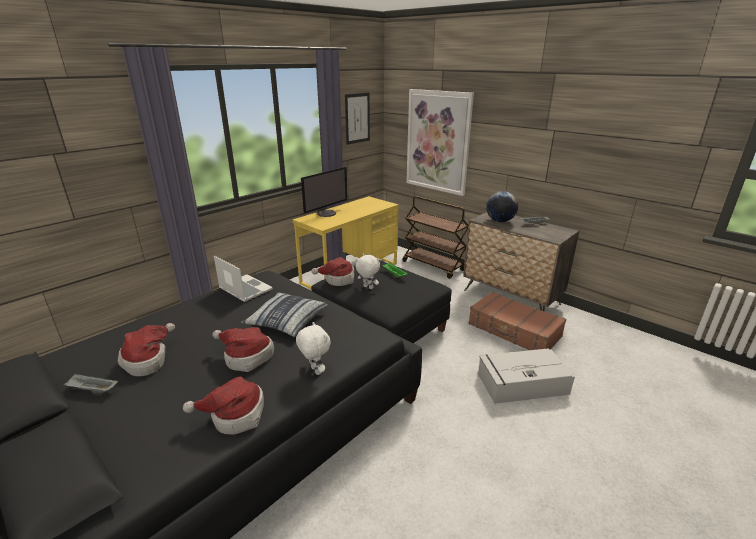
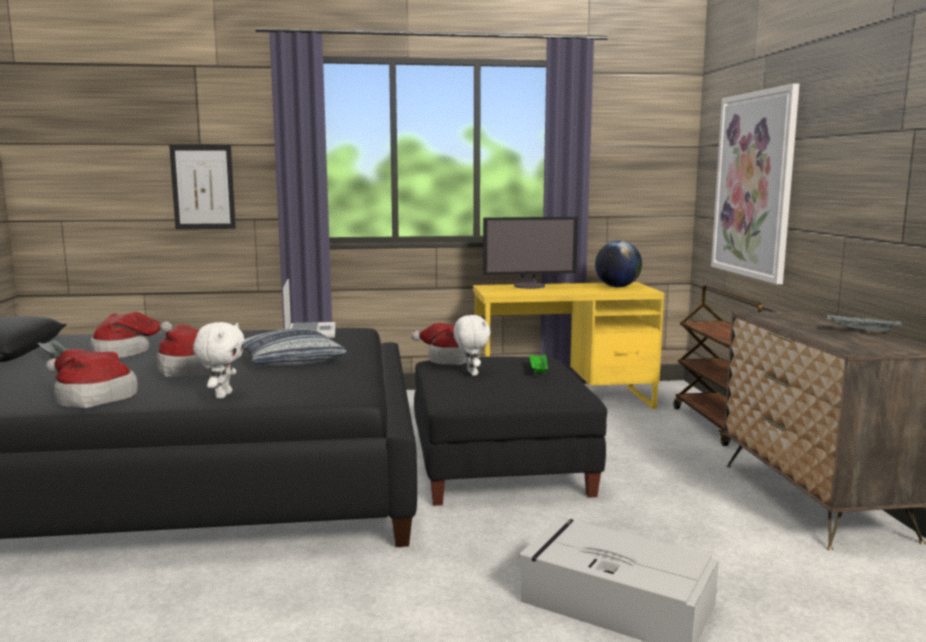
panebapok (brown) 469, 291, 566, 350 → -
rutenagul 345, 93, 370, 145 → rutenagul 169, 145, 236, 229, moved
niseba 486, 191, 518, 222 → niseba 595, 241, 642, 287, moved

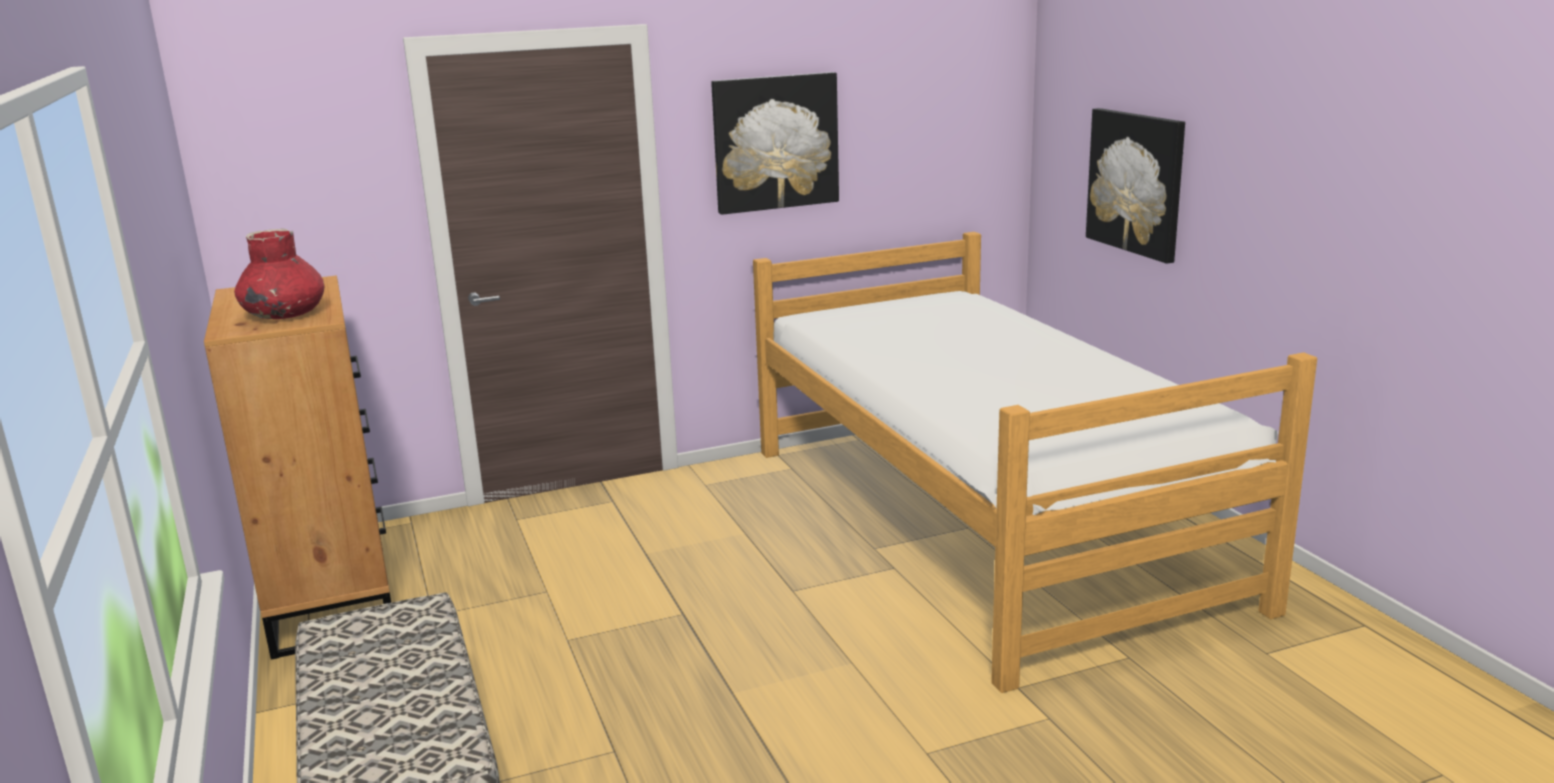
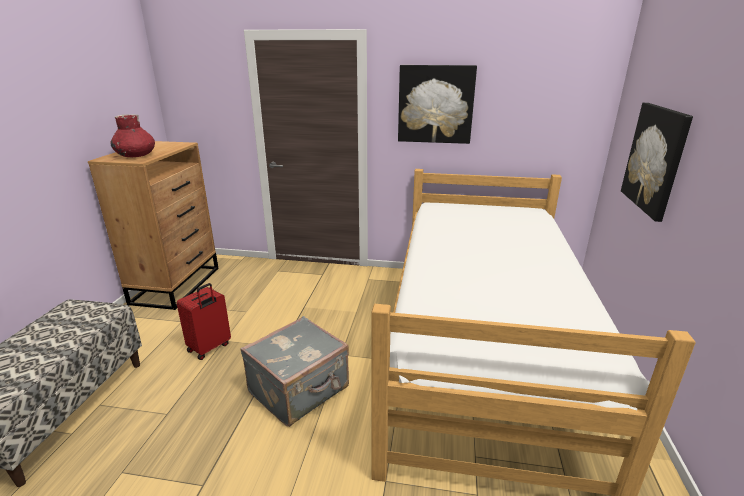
- → panebapok (red) 176, 283, 231, 360
- → panebapok (grey) 240, 316, 349, 427

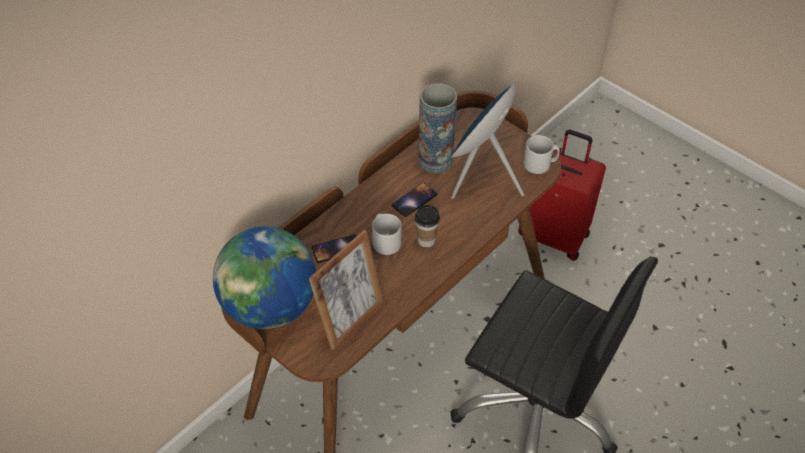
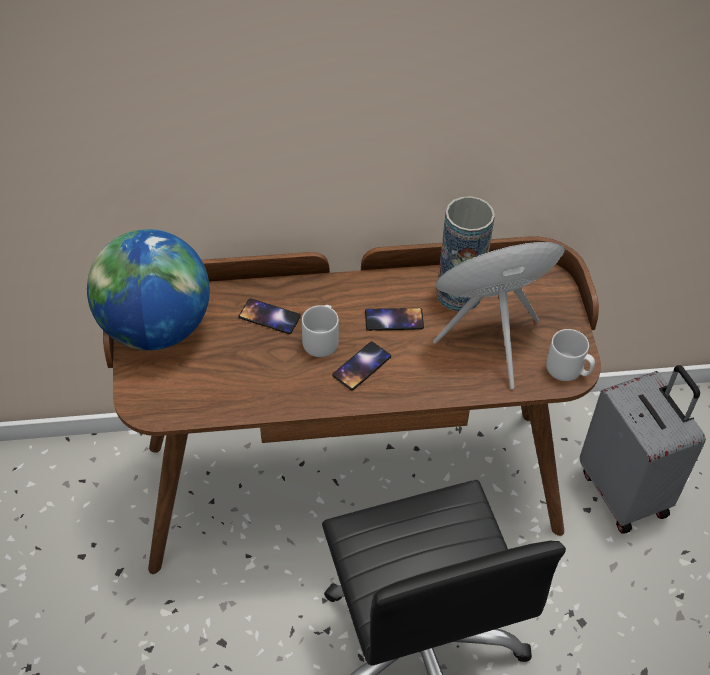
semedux 309, 230, 384, 350 → -
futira 415, 205, 440, 247 → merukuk 332, 342, 391, 390
panebapok (red) 518, 130, 606, 261 → panebapok (grey) 580, 365, 706, 534

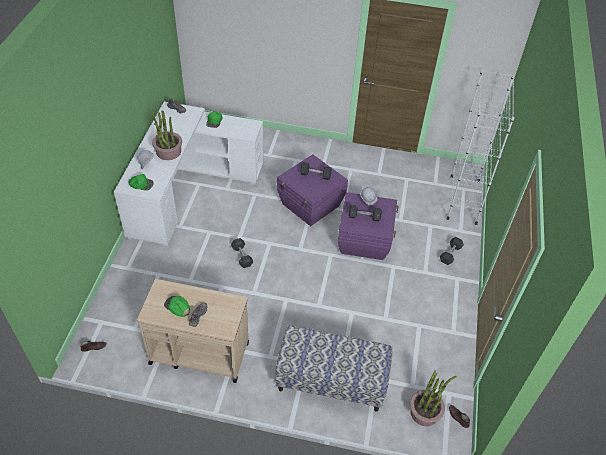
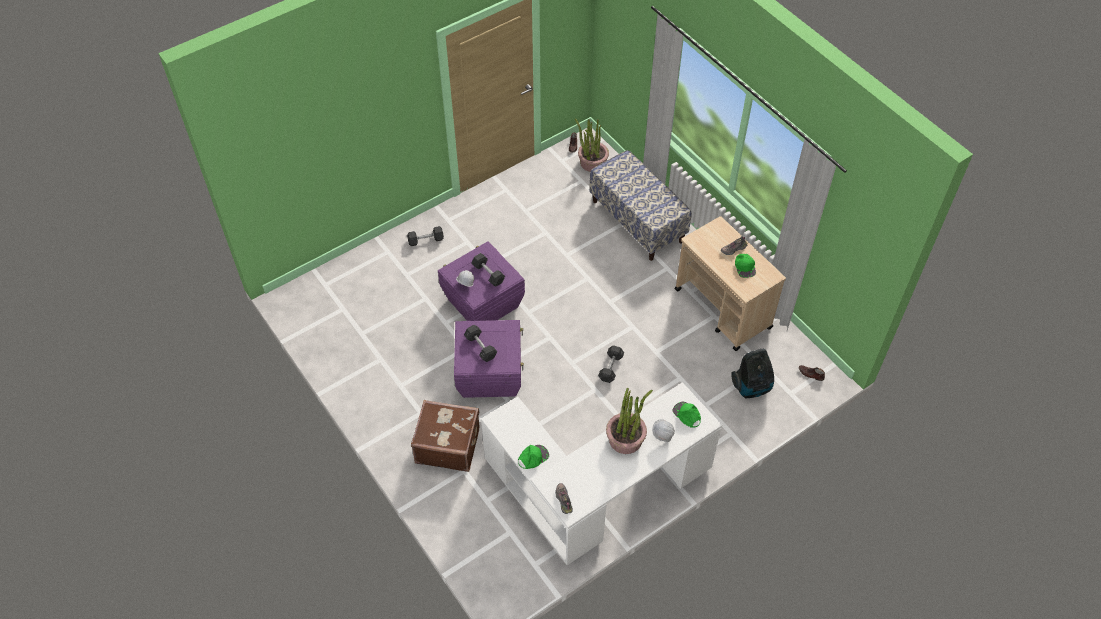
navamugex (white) 447, 70, 515, 225 → -
- → panebapok (brown) 411, 400, 480, 472
- → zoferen 731, 349, 774, 398

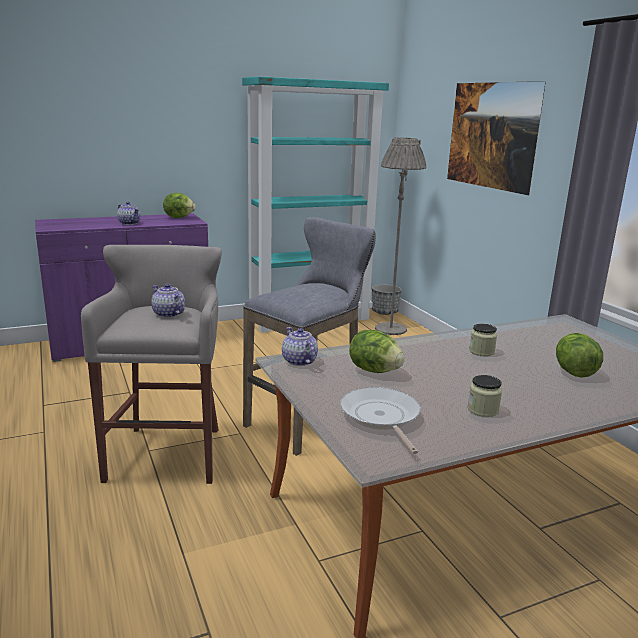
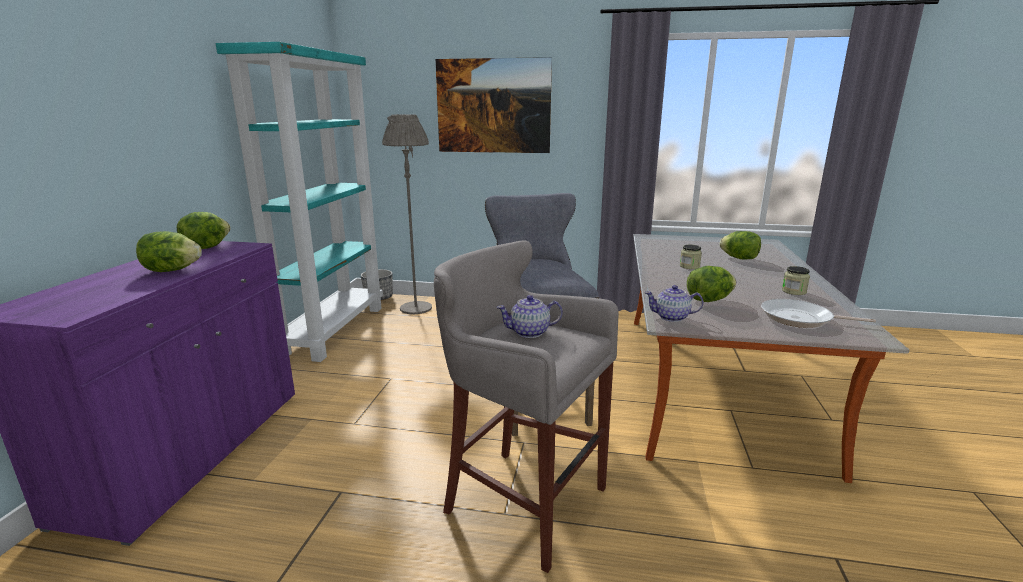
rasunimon 117, 202, 141, 225 → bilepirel 136, 231, 202, 272

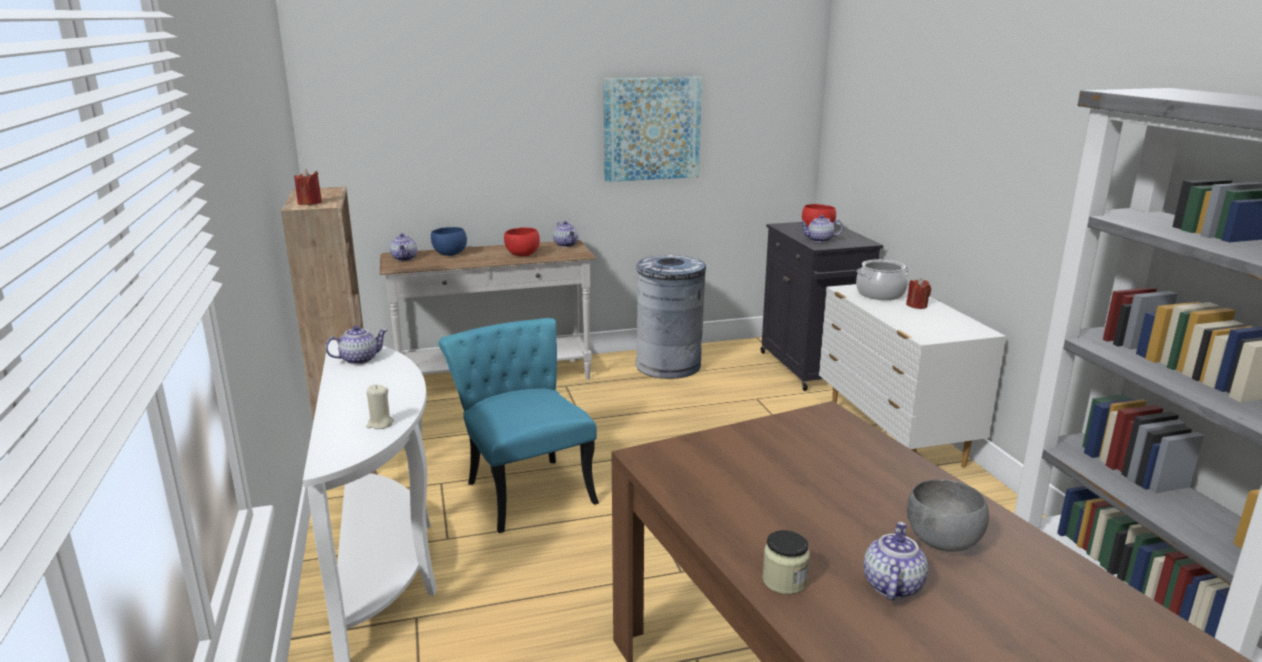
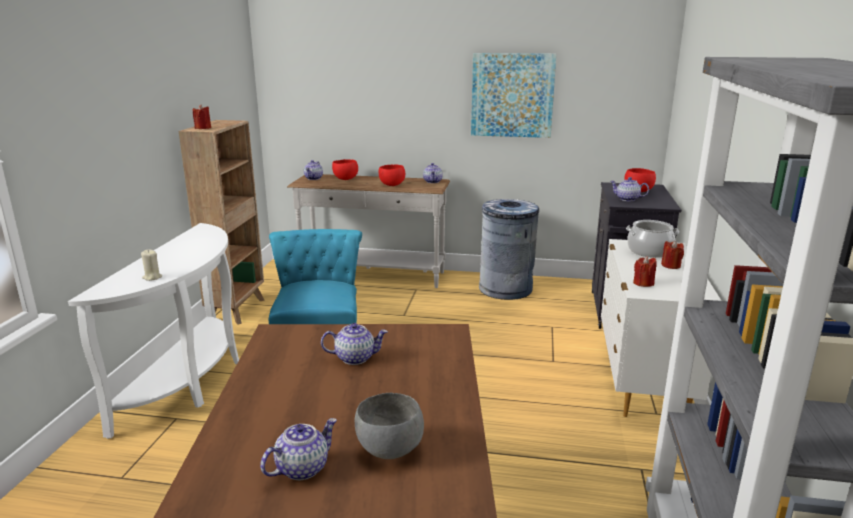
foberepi 762, 530, 810, 594 → -
- → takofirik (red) 633, 256, 656, 287
rasunimon 325, 326, 388, 365 → rasunimon 321, 323, 388, 365, moved
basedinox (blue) 431, 227, 467, 256 → basedinox (red) 332, 159, 358, 180

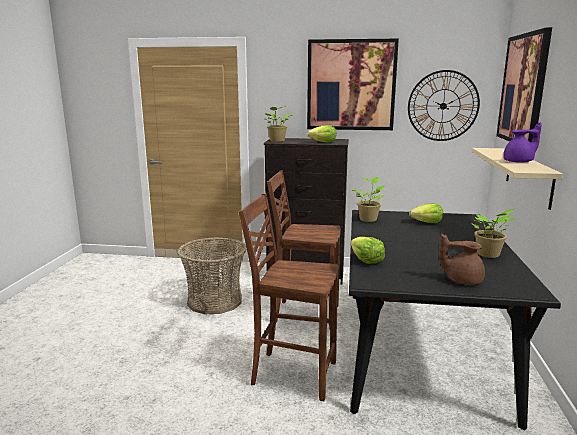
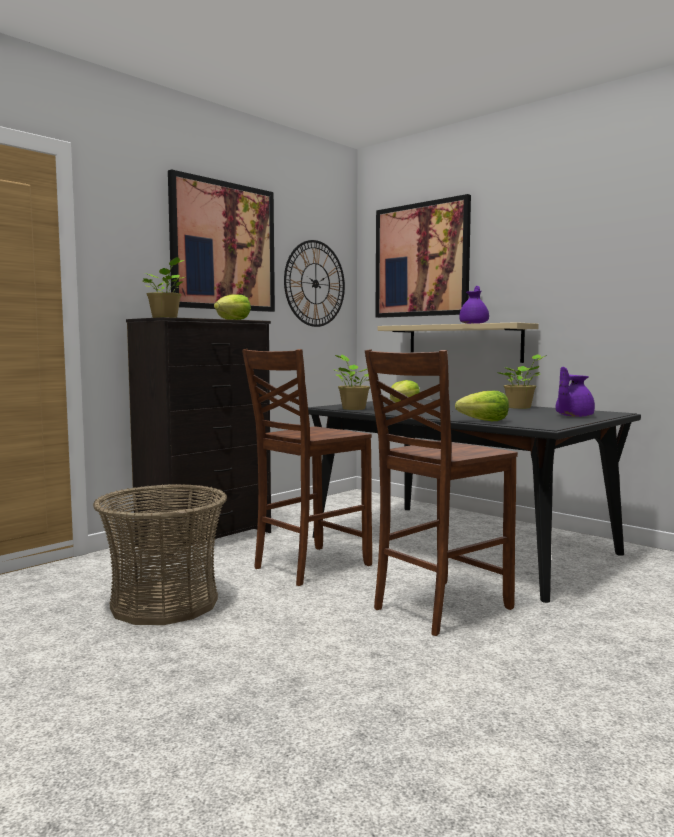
rasunimon (brown) 439, 233, 485, 285 → rasunimon (purple) 556, 367, 595, 417

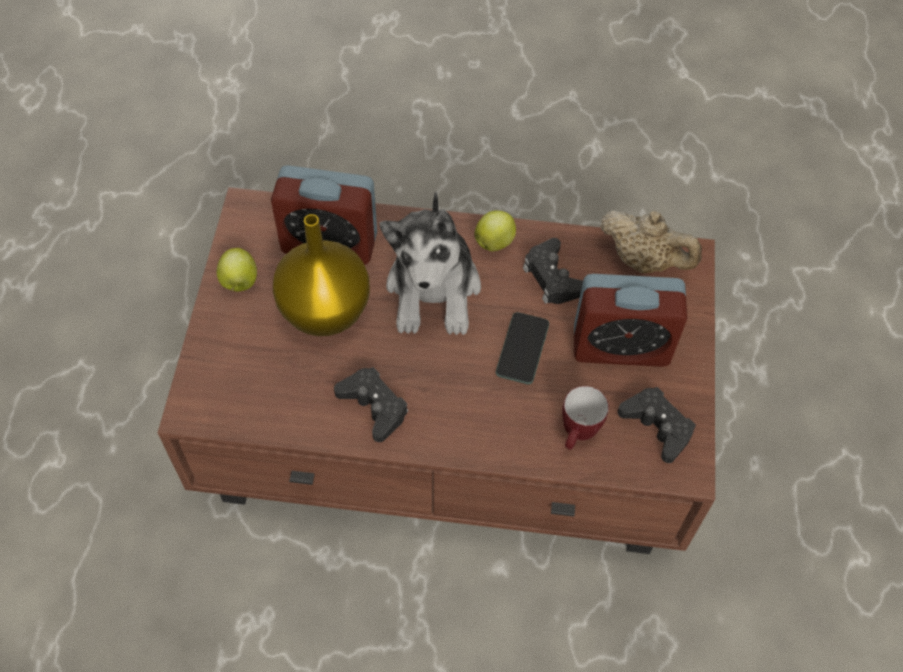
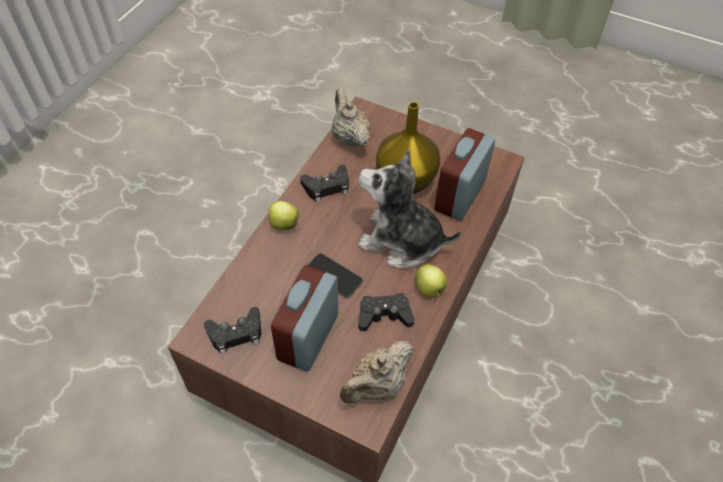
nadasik 562, 386, 609, 450 → -
- → rasunimon (beige) 332, 88, 370, 148
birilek 217, 248, 257, 291 → birilek 267, 201, 299, 230, moved

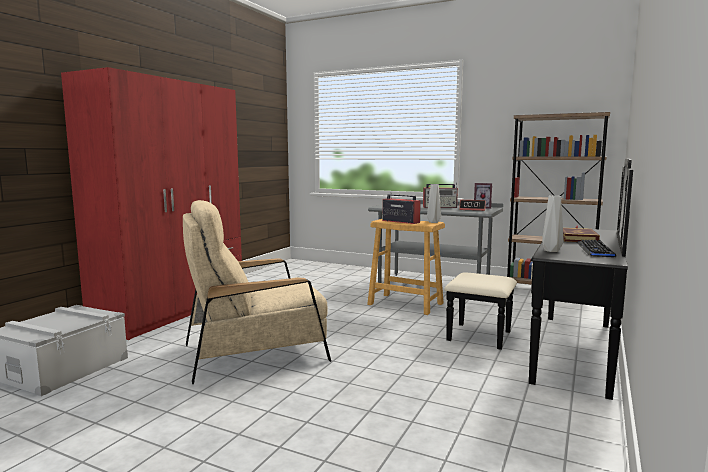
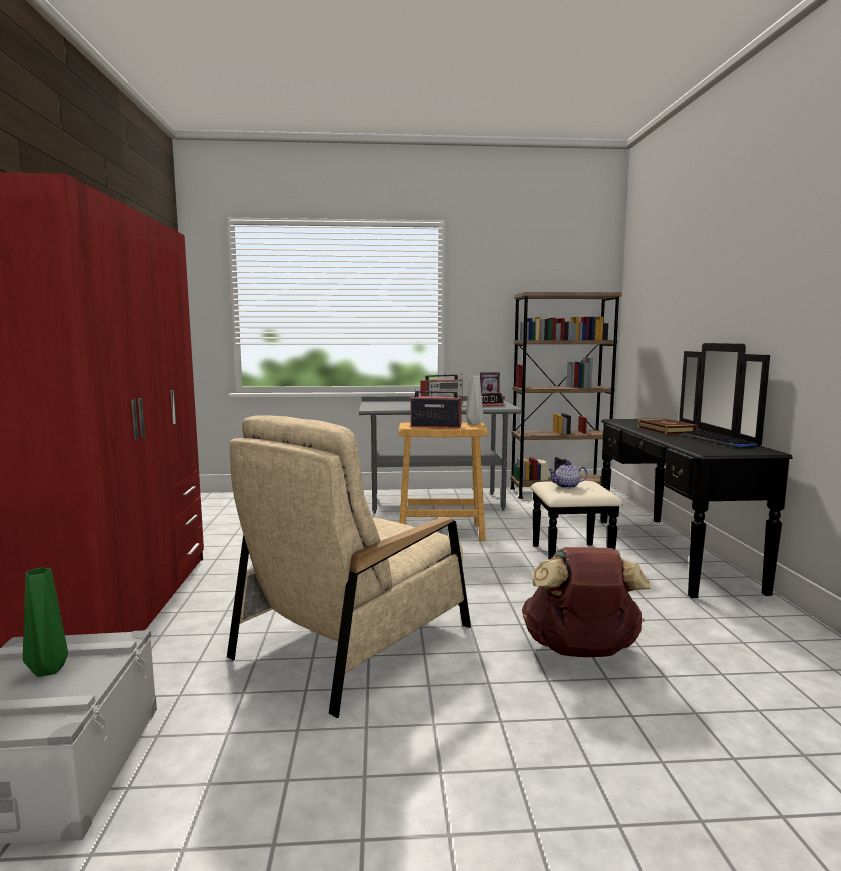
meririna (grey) 542, 196, 564, 252 → -
- → meririna (green) 23, 567, 68, 677
- → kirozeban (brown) 522, 547, 651, 657
- → rasunimon 548, 462, 587, 488

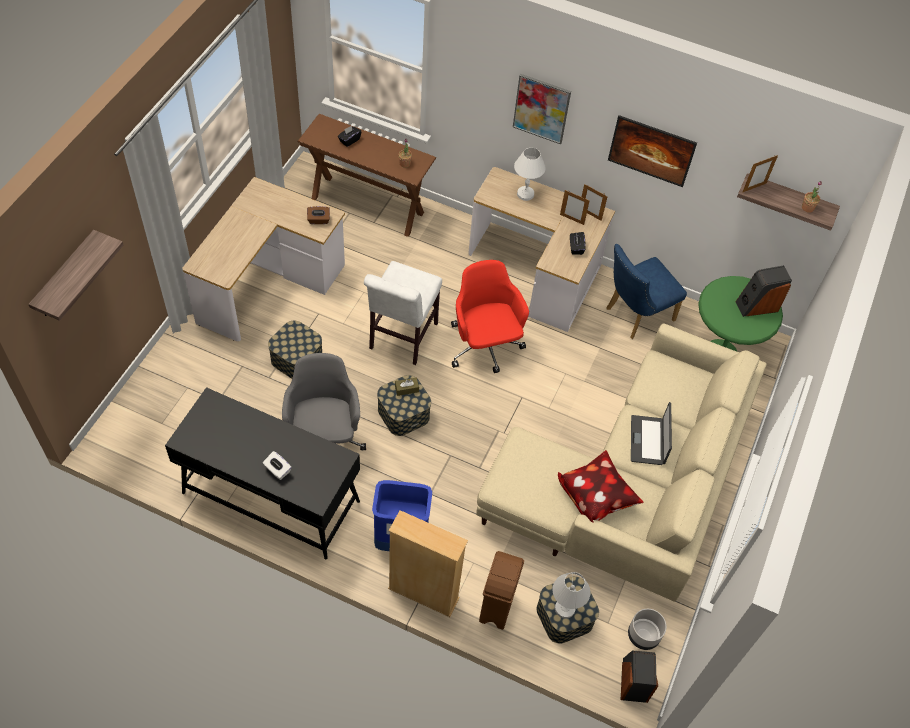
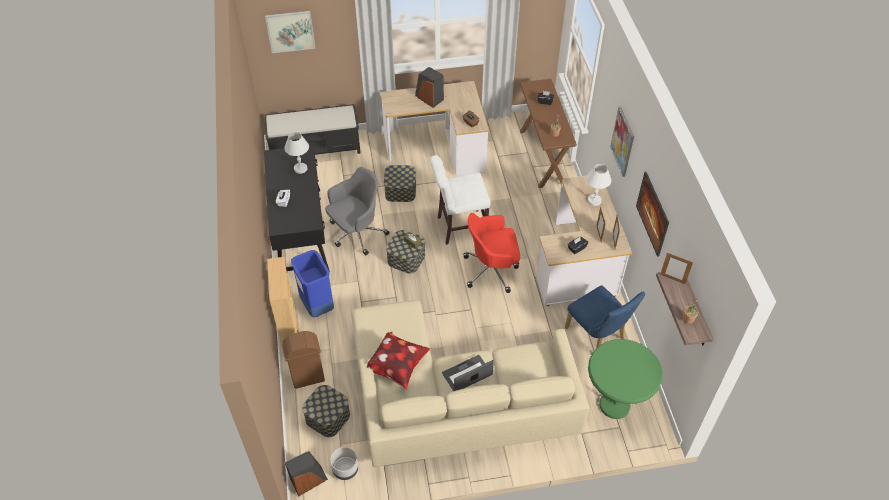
- → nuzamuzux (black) 264, 104, 361, 155
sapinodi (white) 552, 572, 591, 619 → sapinodi (white) 284, 132, 309, 174, moved
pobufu 735, 265, 792, 317 → pobufu 415, 67, 444, 108, moved
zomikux 28, 230, 123, 321 → rutenagul 265, 11, 316, 53
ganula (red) 451, 260, 529, 373 → ganula (red) 463, 213, 520, 293, 135 degrees counterclockwise
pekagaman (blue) 606, 244, 687, 339 → pekagaman (blue) 565, 285, 645, 348, 150 degrees counterclockwise

